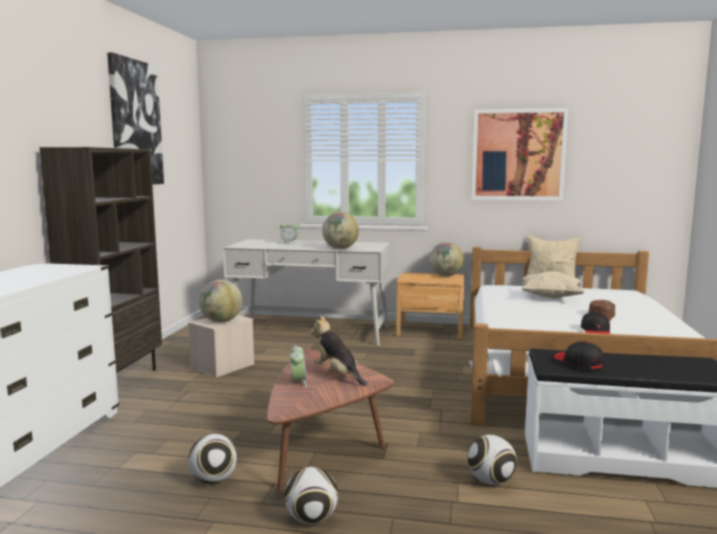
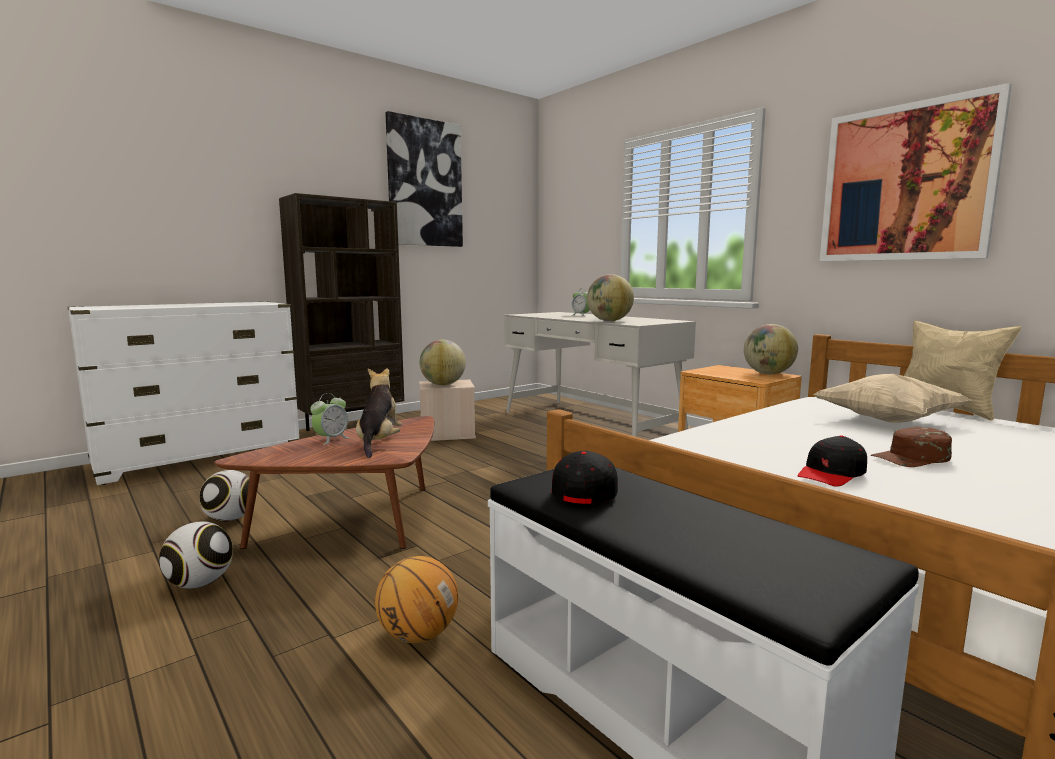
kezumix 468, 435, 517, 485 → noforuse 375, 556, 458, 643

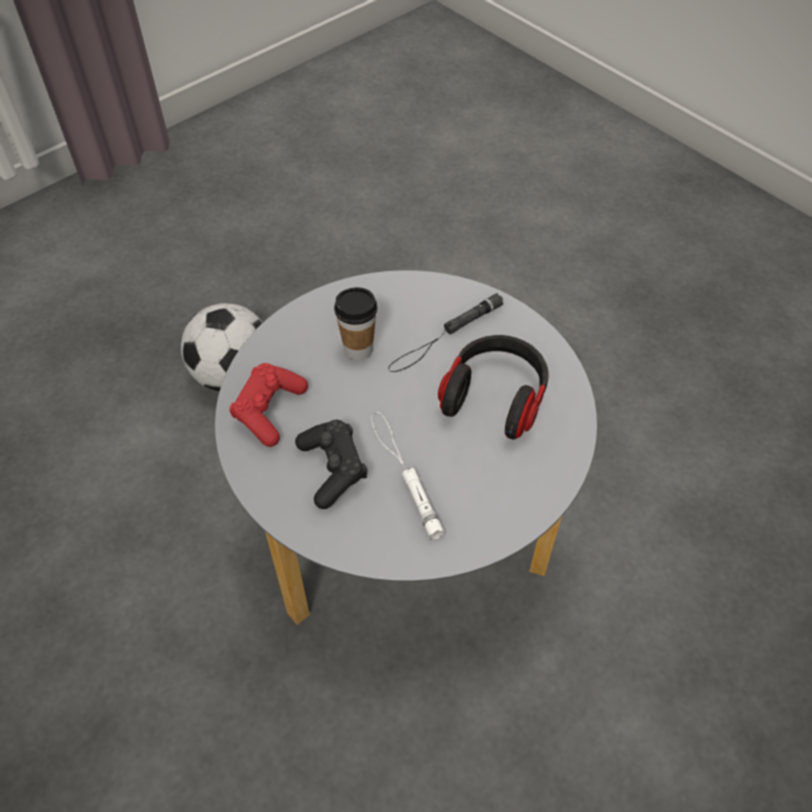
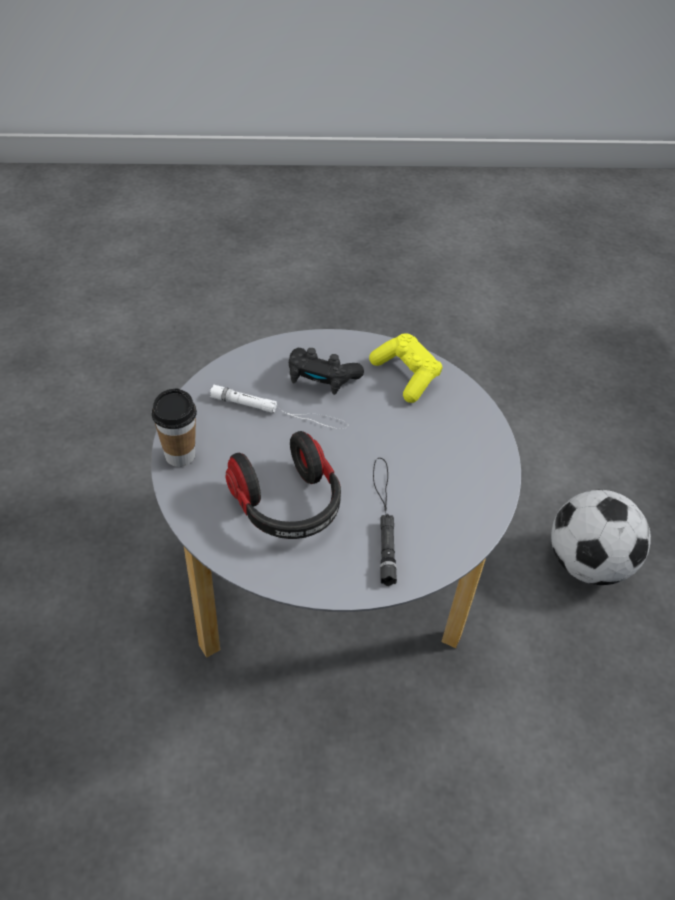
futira 334, 287, 377, 360 → futira 152, 389, 197, 467, moved
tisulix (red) 229, 363, 308, 447 → tisulix (yellow) 369, 333, 442, 403

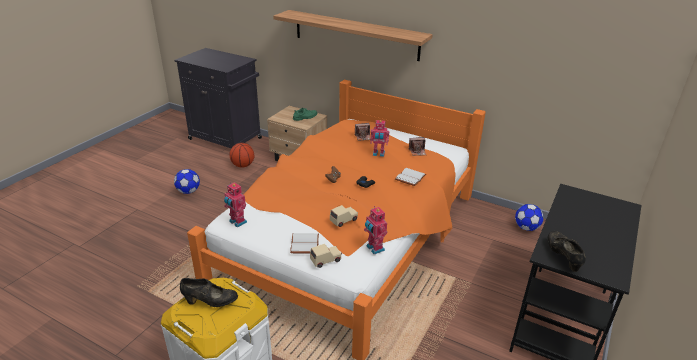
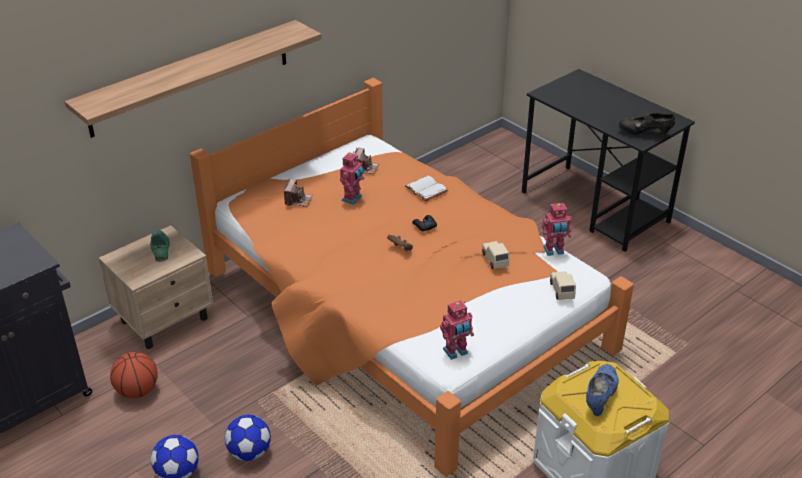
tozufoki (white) 290, 233, 319, 254 → -
kezumix 515, 204, 544, 231 → kezumix 225, 415, 271, 461, moved
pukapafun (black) 180, 278, 238, 307 → pukapafun (blue) 586, 364, 619, 416

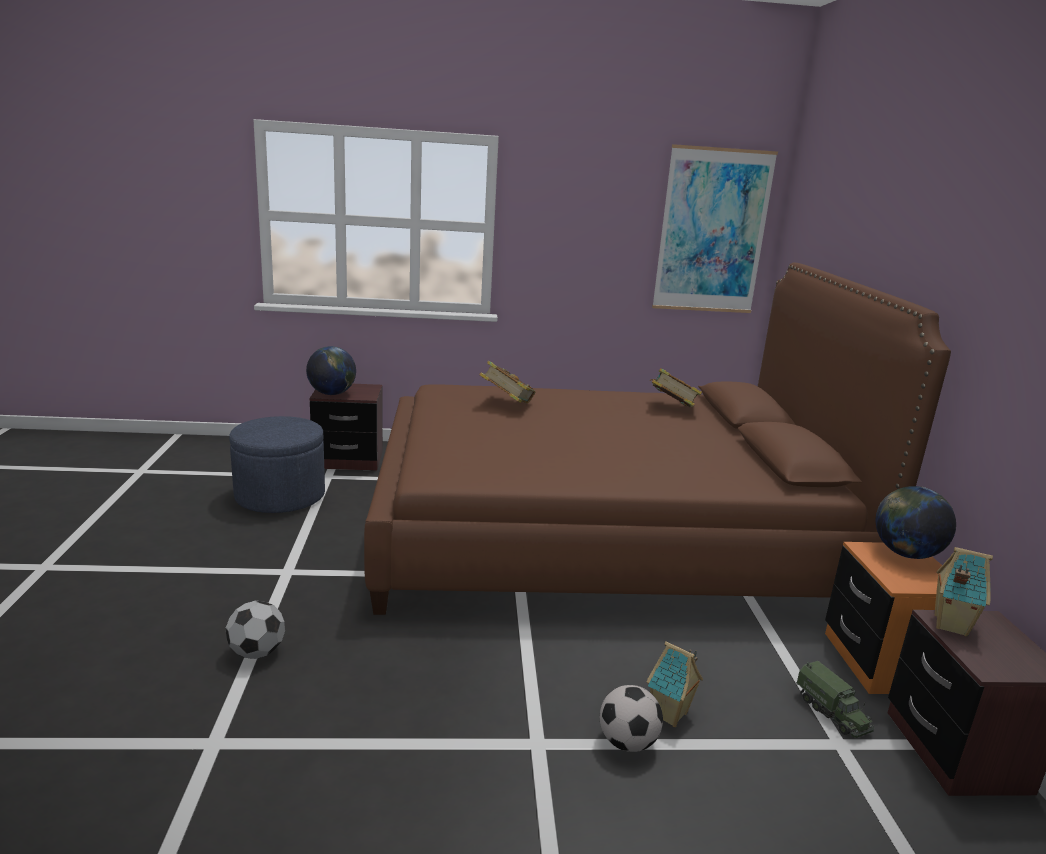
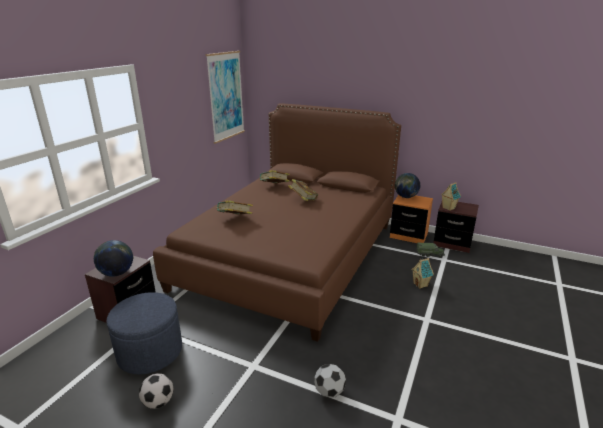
- → tozufoki 288, 179, 318, 201
kezumix 600, 685, 663, 752 → kezumix 139, 373, 173, 409, moved

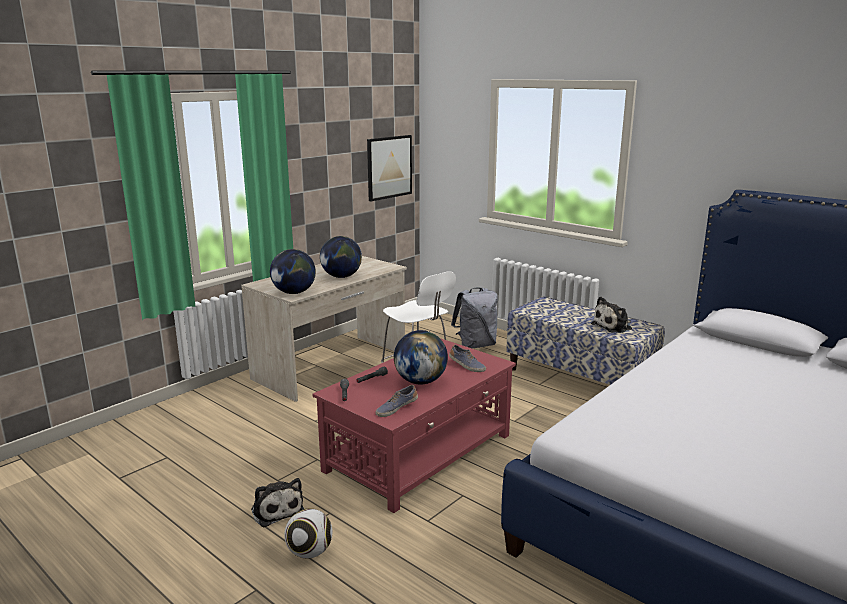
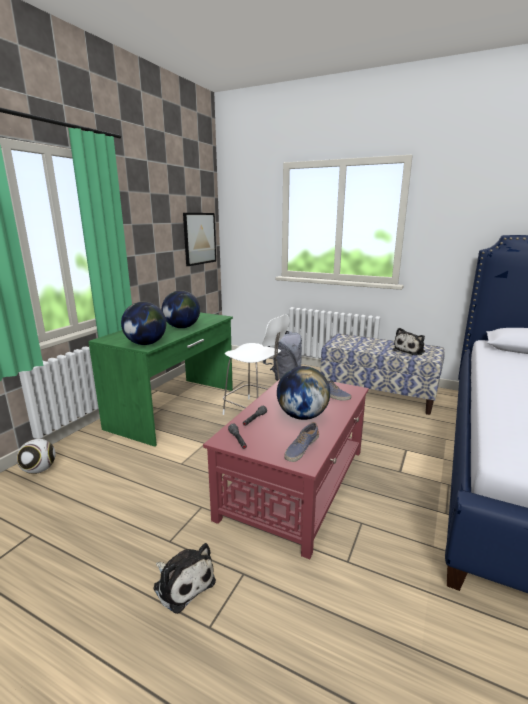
kezumix 284, 508, 332, 558 → kezumix 16, 439, 56, 474, moved
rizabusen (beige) 241, 256, 407, 402 → rizabusen (green) 88, 313, 233, 447

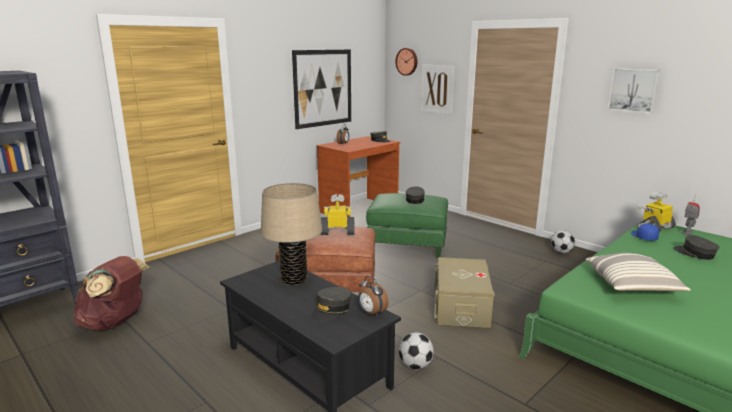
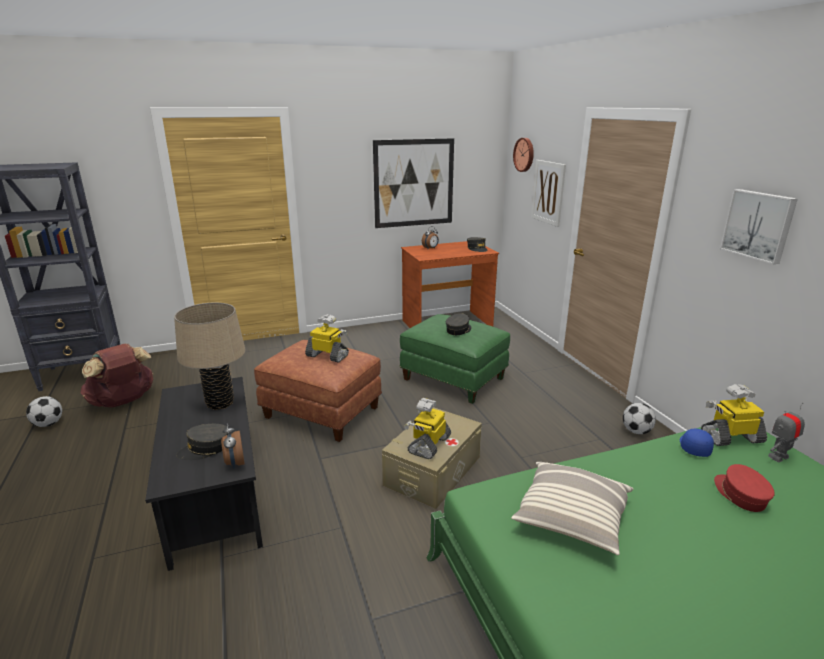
- → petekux 404, 398, 451, 459
kezumix 399, 332, 434, 369 → kezumix 26, 396, 62, 427, moved
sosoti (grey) 673, 235, 719, 260 → sosoti (red) 714, 464, 775, 512

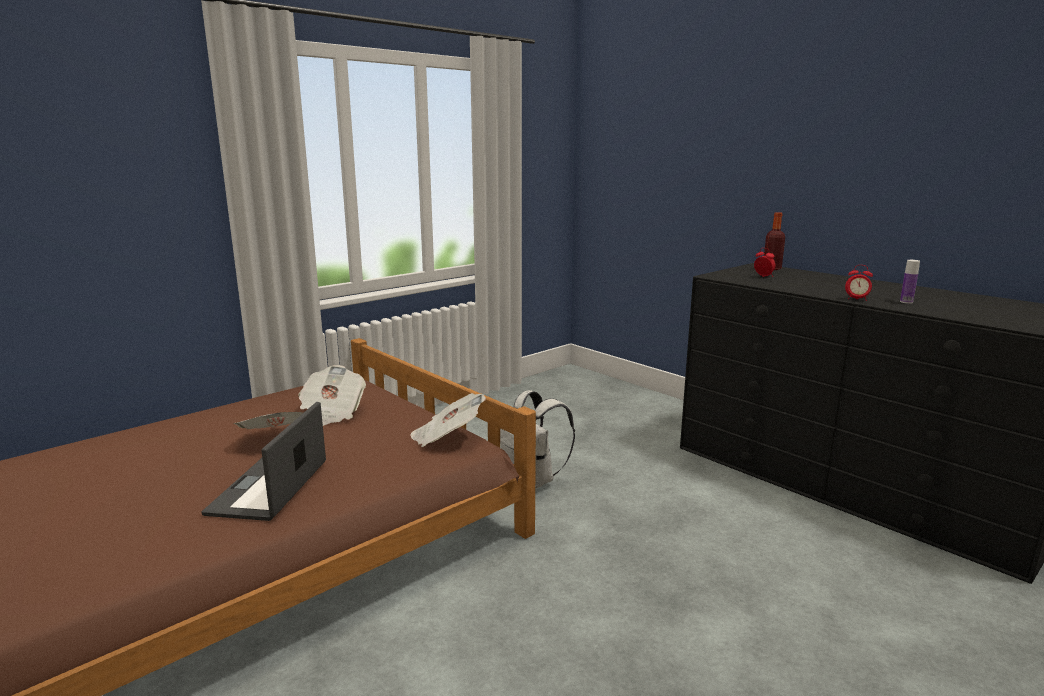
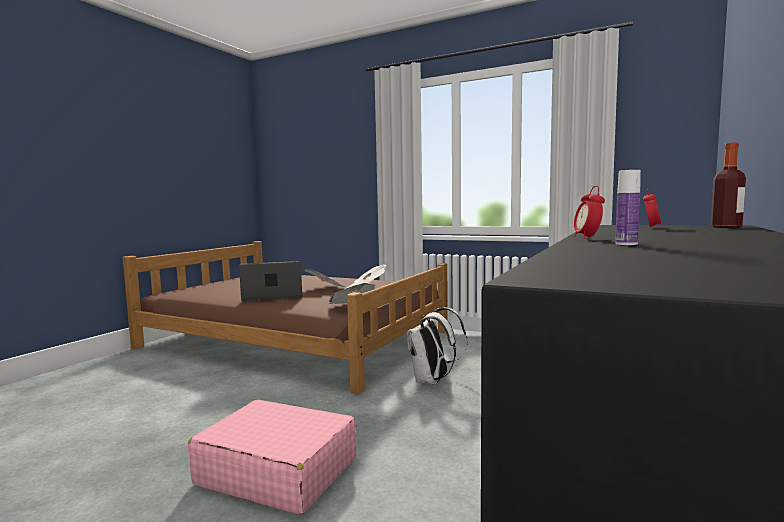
- → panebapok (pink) 188, 400, 356, 515

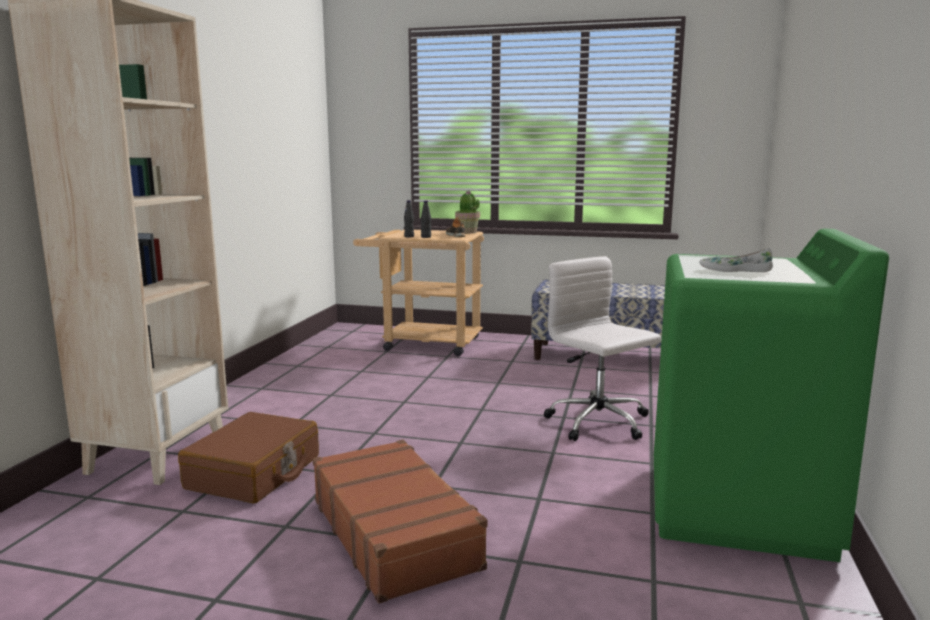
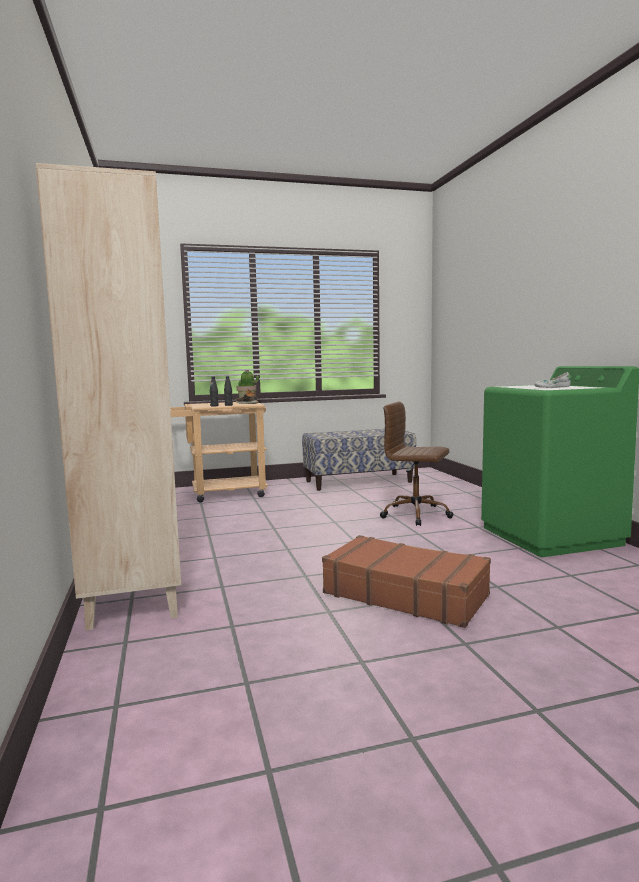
panebapok (brown) 178, 412, 319, 504 → -
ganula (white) 544, 256, 662, 441 → ganula (brown) 380, 402, 453, 526

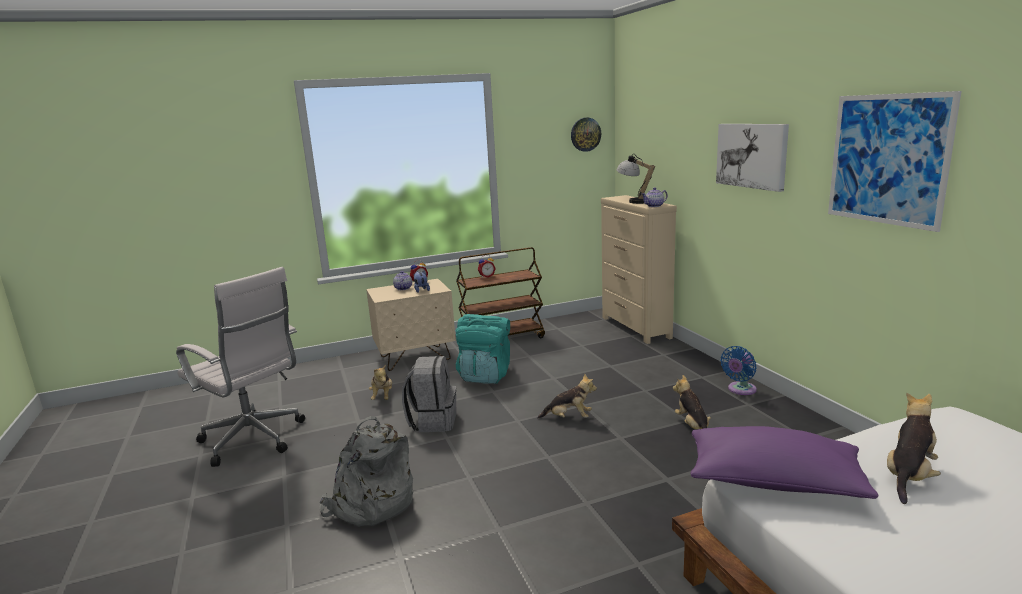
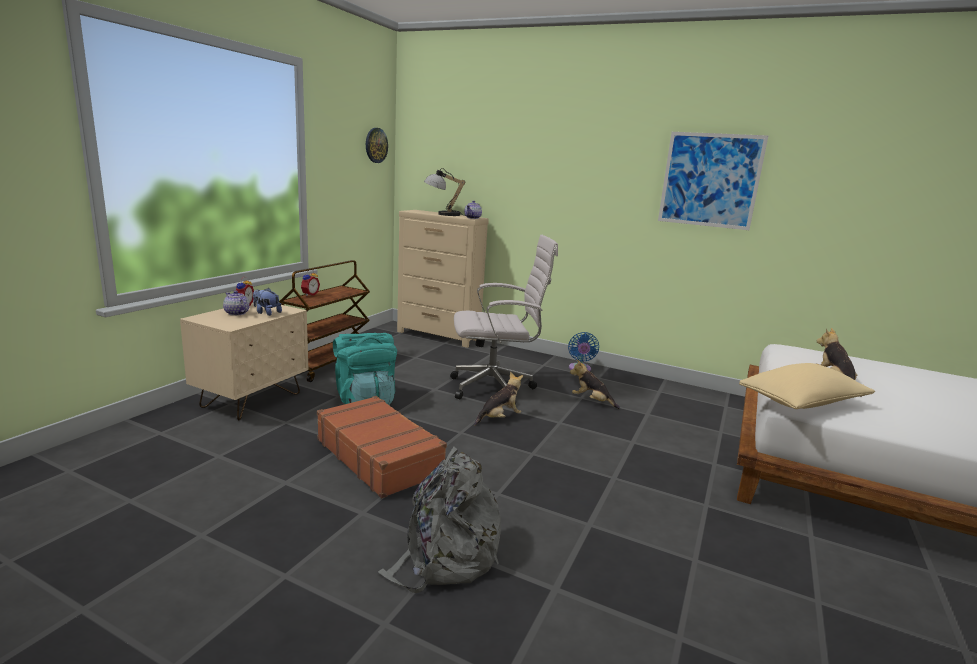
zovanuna 369, 364, 392, 400 → -
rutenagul 716, 124, 789, 192 → -
ganula (white) 176, 267, 305, 467 → ganula (white) 450, 235, 558, 405, moved
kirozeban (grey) 402, 356, 456, 432 → panebapok (brown) 317, 396, 447, 498
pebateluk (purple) 690, 426, 878, 499 → pebateluk (beige) 739, 363, 875, 409

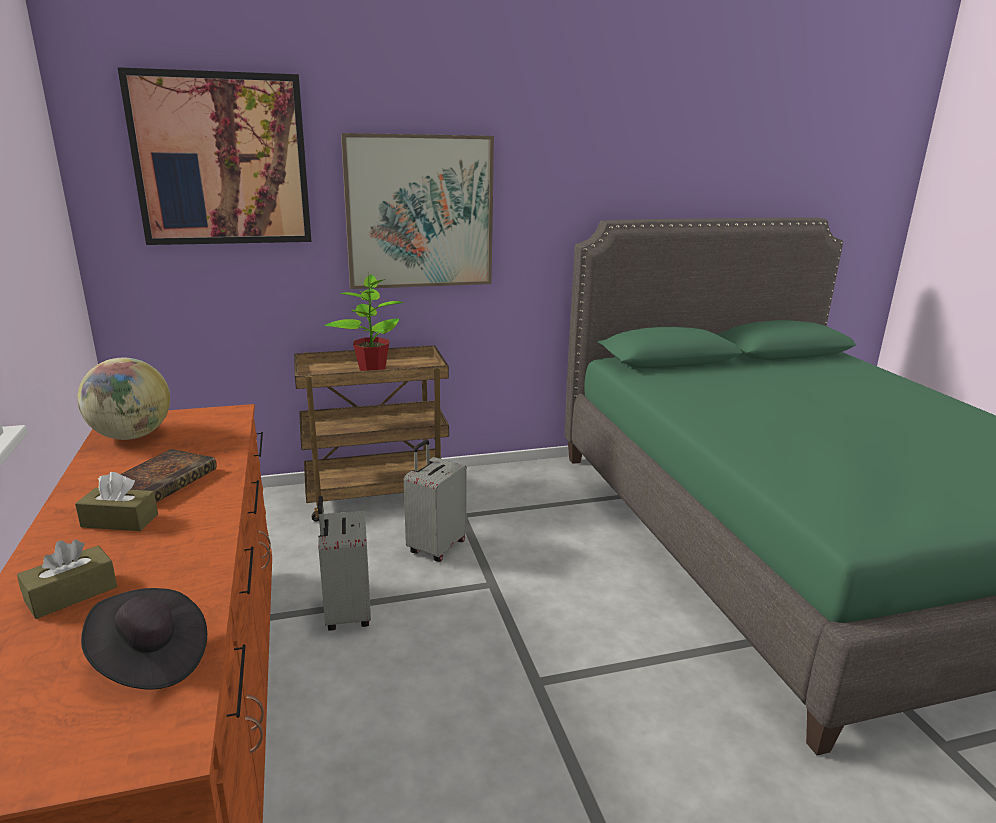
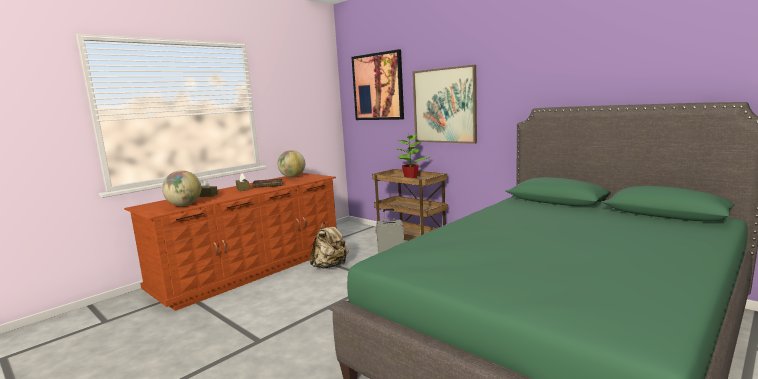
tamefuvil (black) 81, 588, 207, 689 → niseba 162, 170, 201, 206
panebapok (grey) 318, 496, 371, 631 → kirozeban (beige) 309, 222, 349, 269

